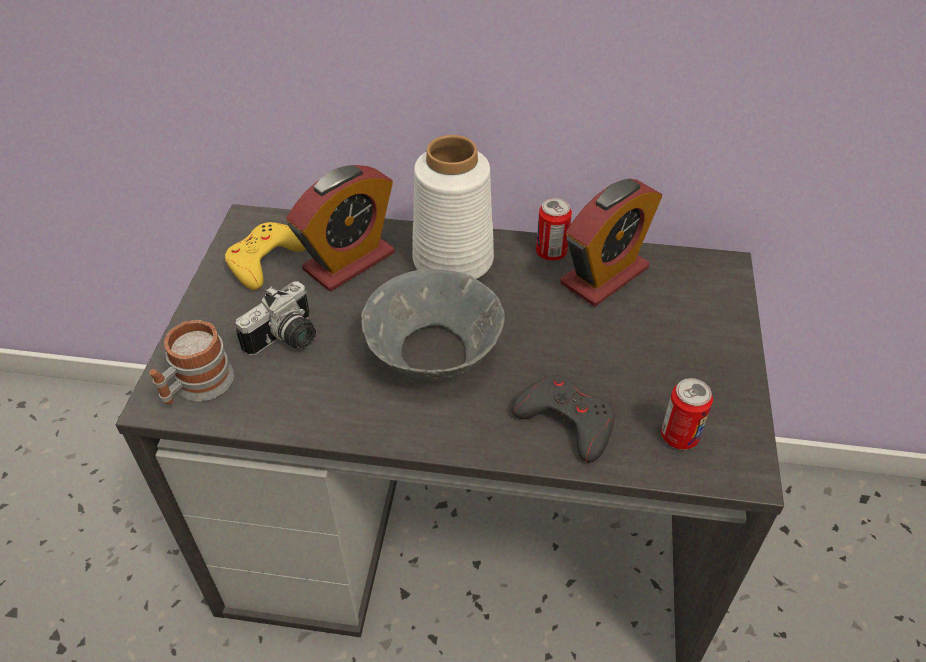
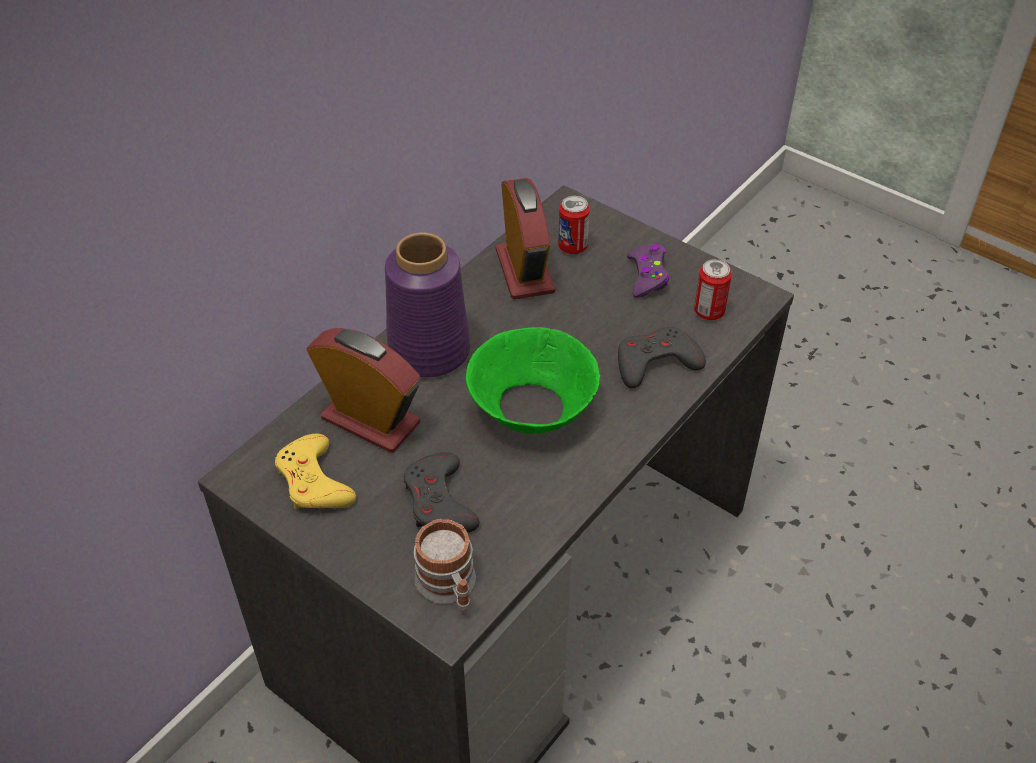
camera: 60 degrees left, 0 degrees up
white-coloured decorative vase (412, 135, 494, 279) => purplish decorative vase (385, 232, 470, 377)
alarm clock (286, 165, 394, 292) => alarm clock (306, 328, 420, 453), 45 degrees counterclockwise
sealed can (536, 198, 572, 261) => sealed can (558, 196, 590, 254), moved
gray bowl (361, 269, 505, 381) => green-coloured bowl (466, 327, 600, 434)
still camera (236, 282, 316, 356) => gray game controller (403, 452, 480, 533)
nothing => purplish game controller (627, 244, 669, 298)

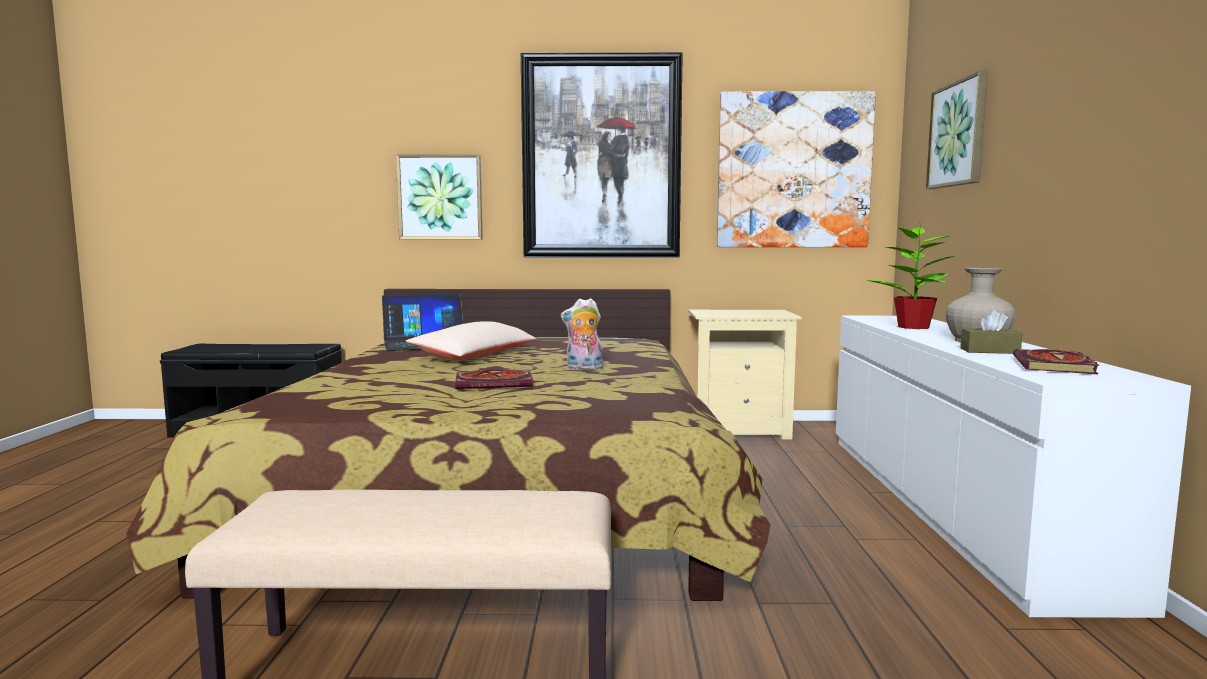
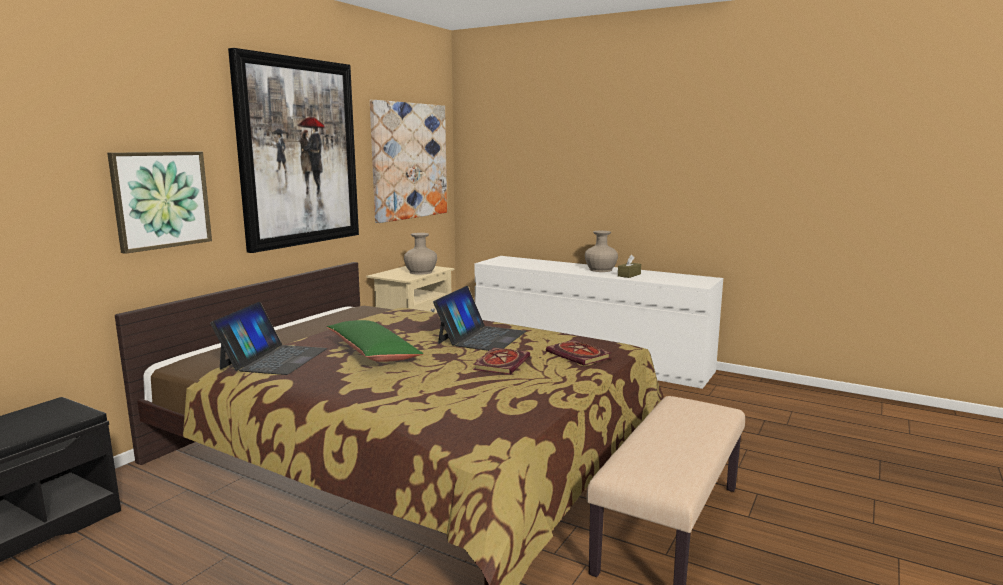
camera: 60 degrees left, 5 degrees up
picture (926, 70, 988, 189) => nothing
potted plant (866, 227, 955, 329) => nothing
soft toy (561, 298, 603, 370) => laptop (433, 286, 526, 351)
sand-coloured cushion (406, 321, 537, 360) => green-coloured cushion (327, 320, 423, 362)
bound book (1013, 349, 1099, 374) => bound book (546, 340, 611, 365), moved
nothing => sand-coloured decorative vase (404, 233, 437, 275)

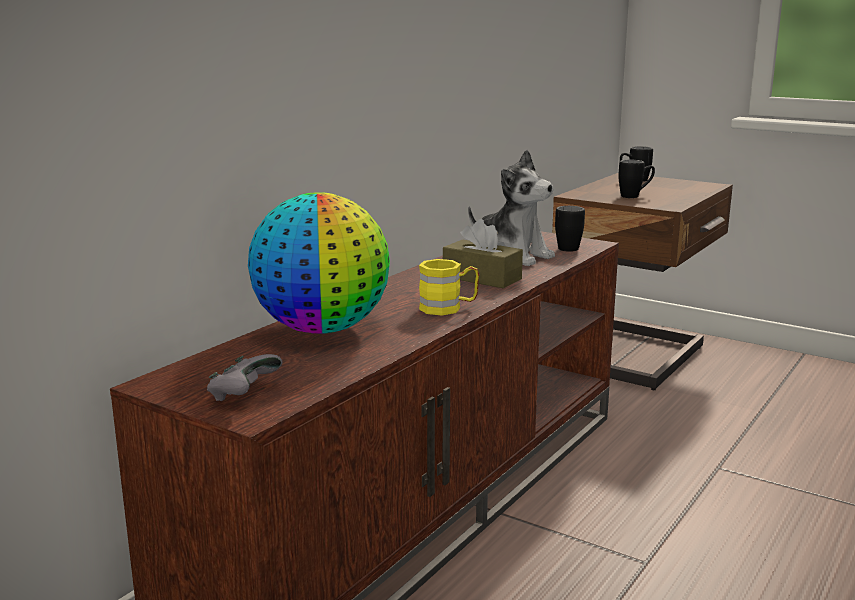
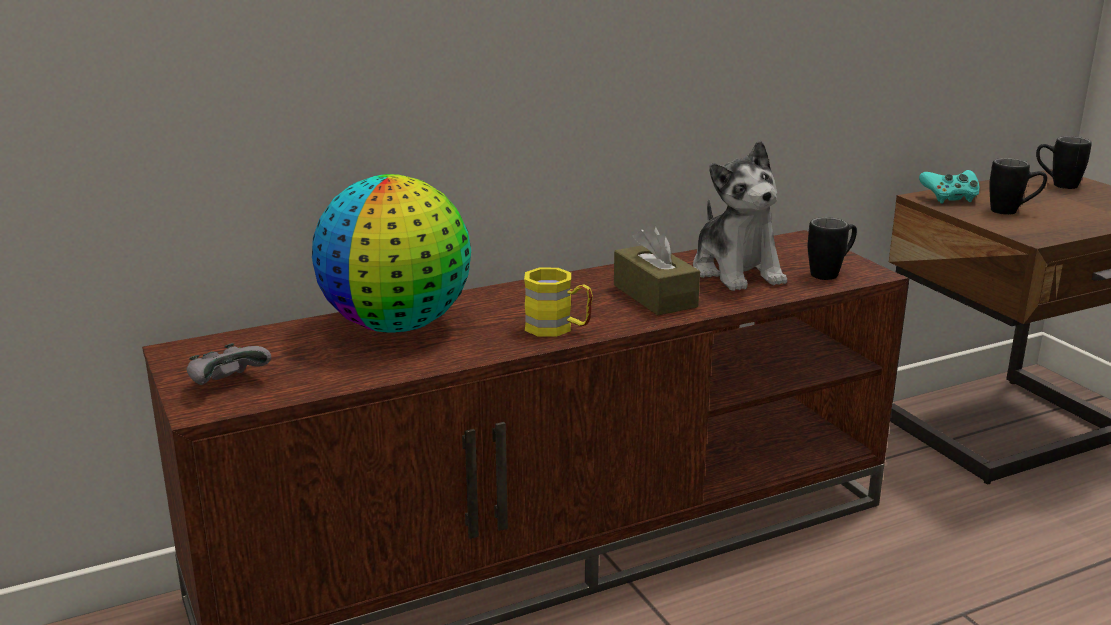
camera: 30 degrees right, 5 degrees up
nothing => turquoise-coloured game controller (919, 170, 980, 203)

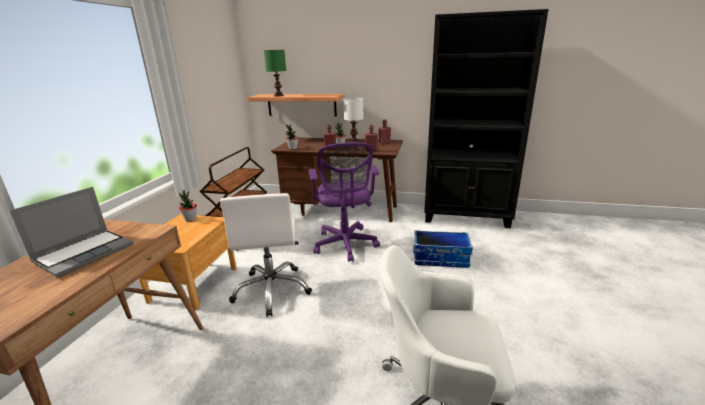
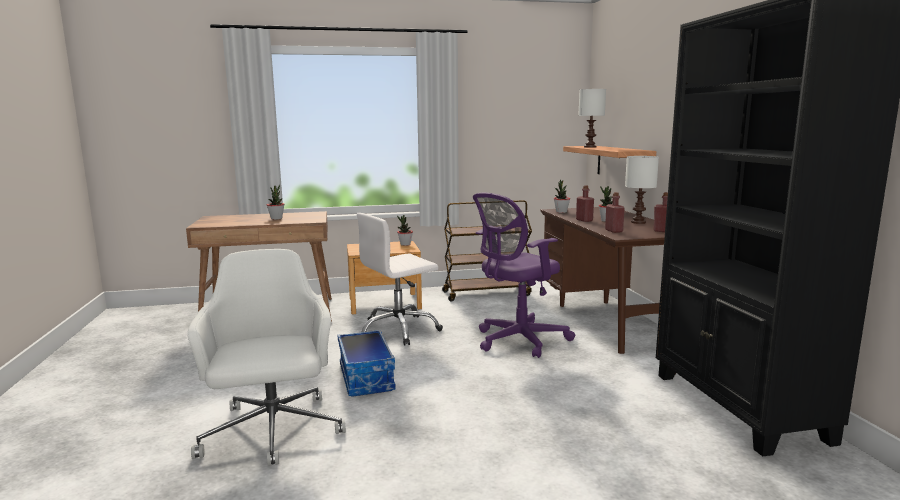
camera: 65 degrees right, 10 degrees down
green-coloured tabletop lamp (264, 50, 286, 97) => white-coloured tabletop lamp (578, 89, 606, 148)
laptop (9, 187, 133, 277) => potted plant (267, 185, 284, 220)
storage box (413, 230, 473, 268) => storage box (338, 330, 396, 397), moved

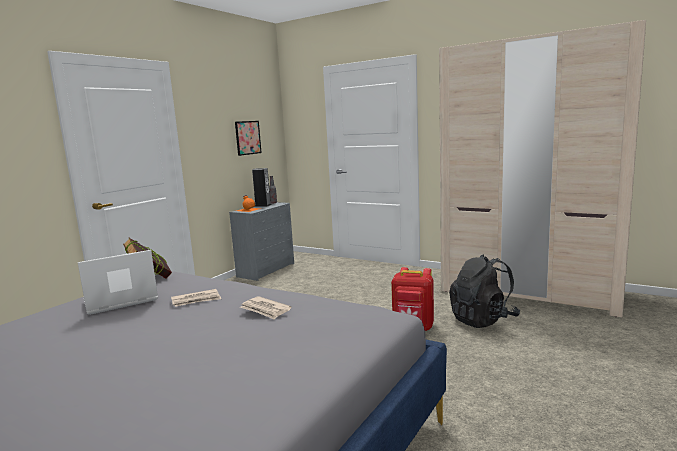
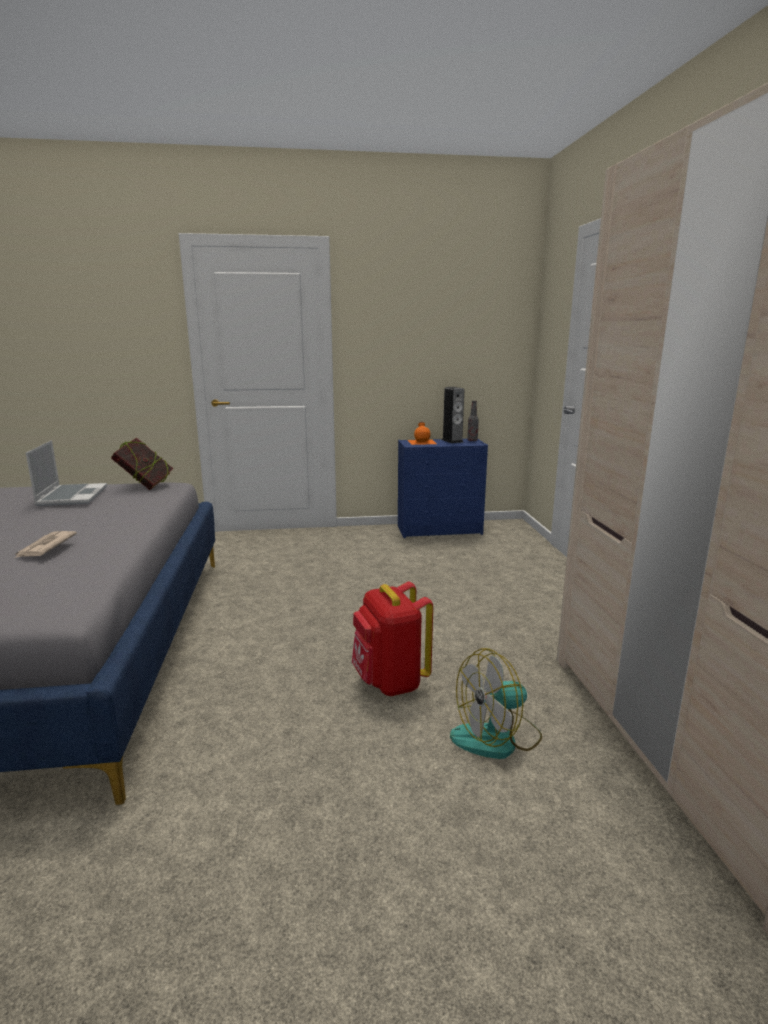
camera: 50 degrees right, 5 degrees up
picture (235, 121, 262, 156) => nothing
gray dresser (229, 202, 294, 281) => blue dresser (398, 439, 488, 538)
laptop (78, 250, 158, 315) => laptop (26, 440, 107, 506), 60 degrees clockwise
black-coloured rucksack (449, 255, 520, 328) => cooling fan (450, 648, 542, 759)
printed paper (171, 289, 221, 307) => nothing

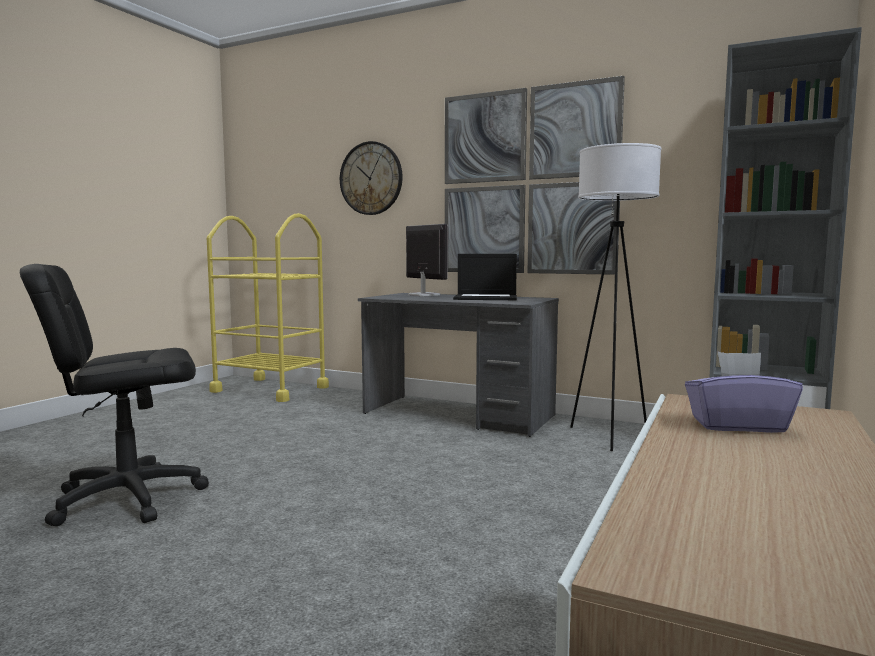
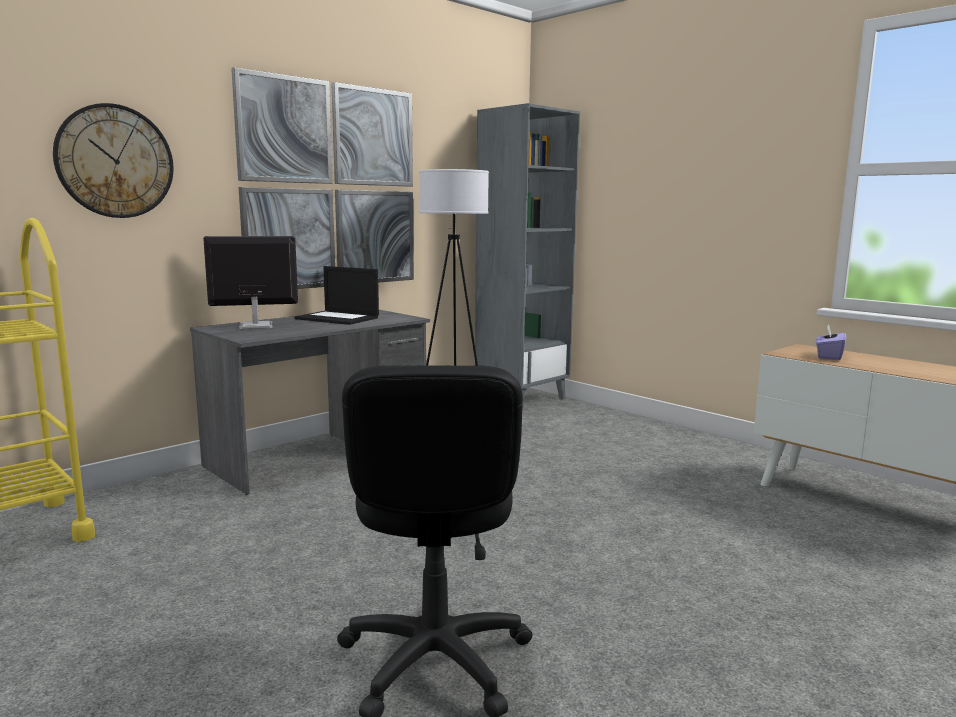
camera: 70 degrees left, 5 degrees up
laptop (453, 254, 517, 300) => laptop (295, 266, 379, 325), 90 degrees clockwise

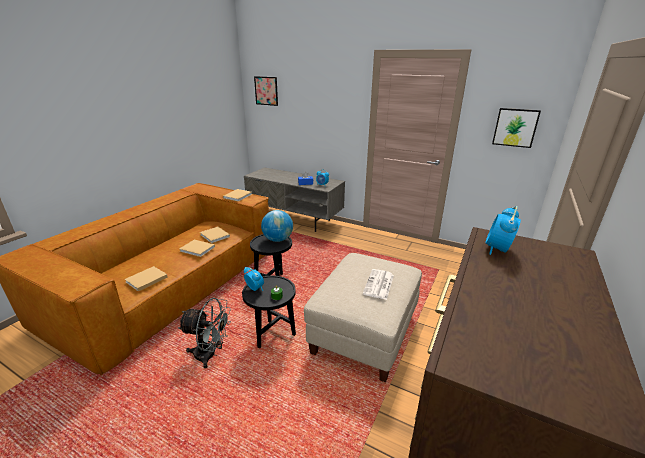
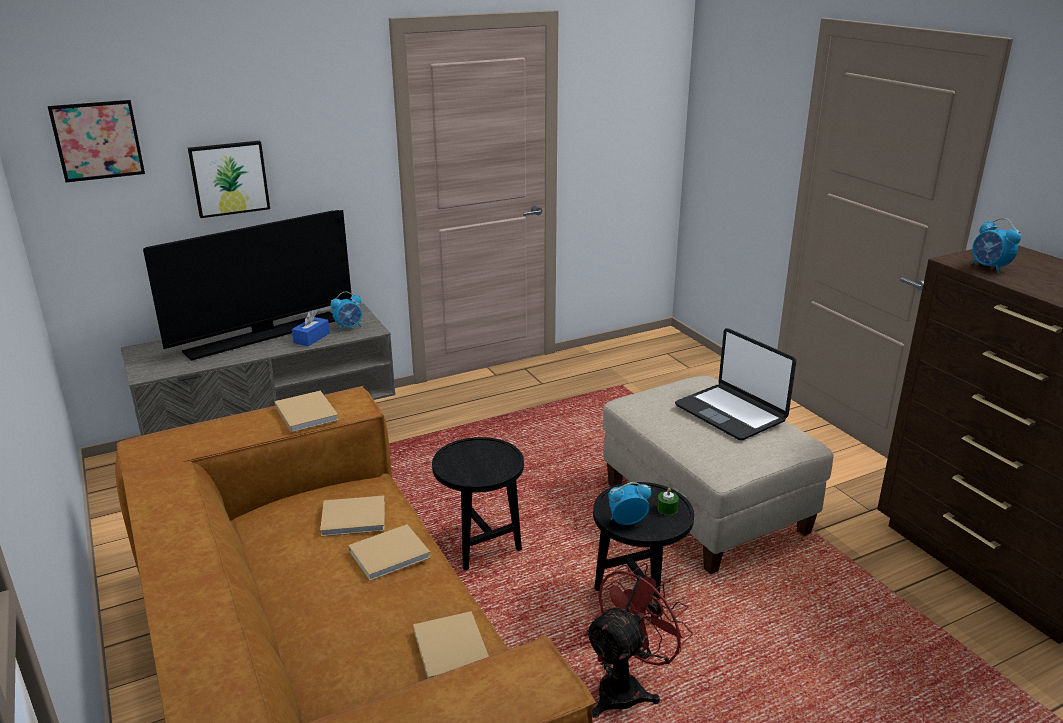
camera: 55 degrees left, 0 degrees up
picture (492, 108, 541, 148) => picture (188, 141, 270, 218), moved
globe (261, 210, 293, 242) => nothing
printed paper (363, 269, 394, 300) => laptop (675, 328, 796, 440)
gray cooling fan (178, 298, 231, 368) => red-coloured cooling fan (584, 563, 693, 718)
nothing => TV (143, 210, 352, 361)

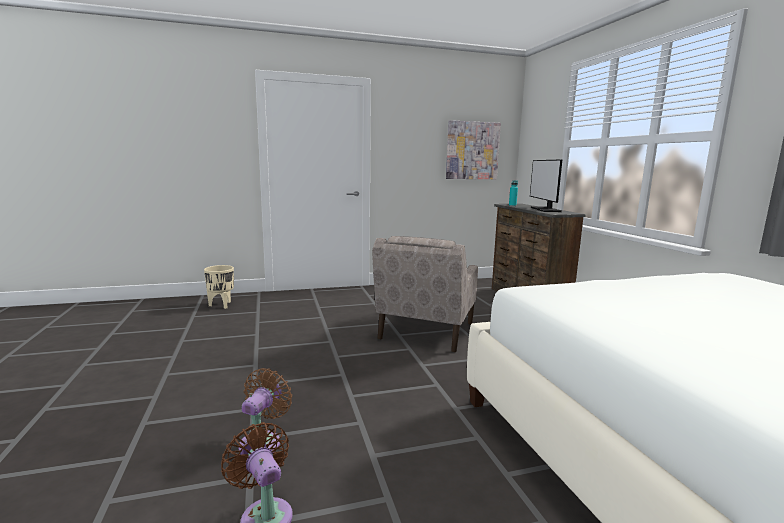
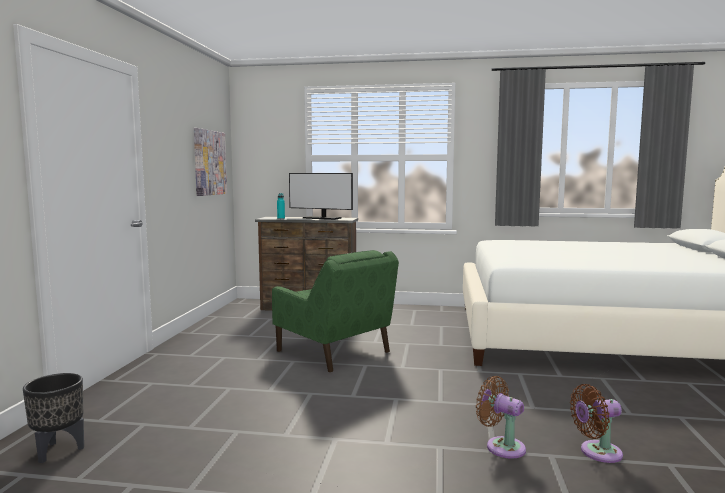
camera: 65 degrees left, 5 degrees down
sand-coloured easy chair (372, 236, 478, 352) => green-coloured easy chair (272, 250, 399, 372)
sand-coloured planter (204, 265, 234, 309) => black-coloured planter (23, 373, 84, 463)

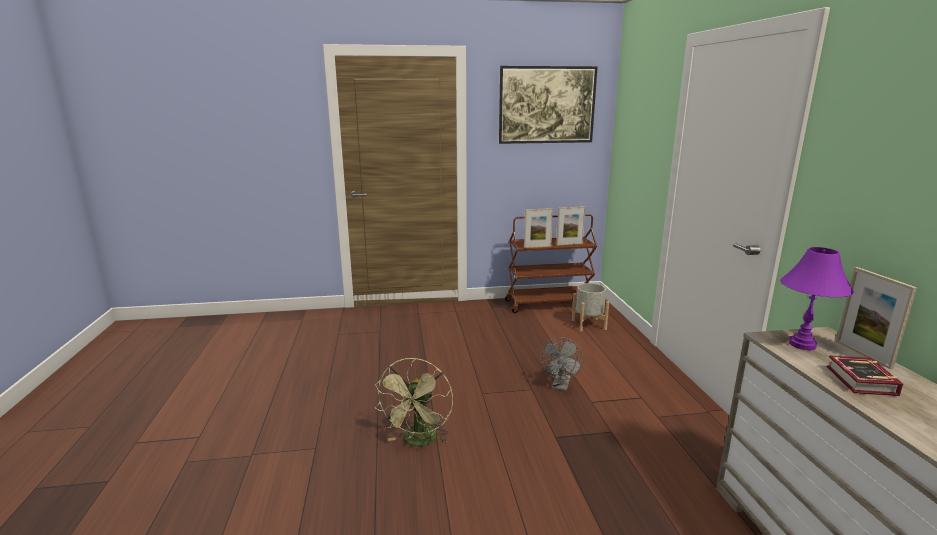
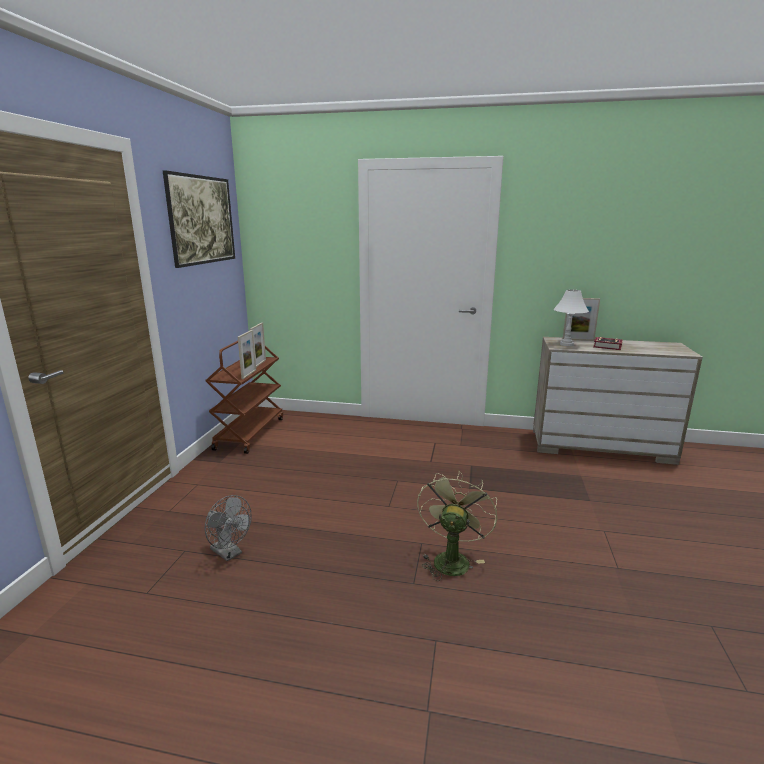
camera: 70 degrees left, 0 degrees up
purplish tabletop lamp (780, 247, 854, 350) => white-coloured tabletop lamp (554, 290, 589, 346)
gray planter (572, 283, 609, 332) => nothing
gray cooling fan (540, 337, 584, 391) => gray cooling fan (205, 495, 252, 561), moved
green-coloured cooling fan (374, 358, 453, 446) => green-coloured cooling fan (417, 471, 498, 581), 105 degrees counterclockwise

